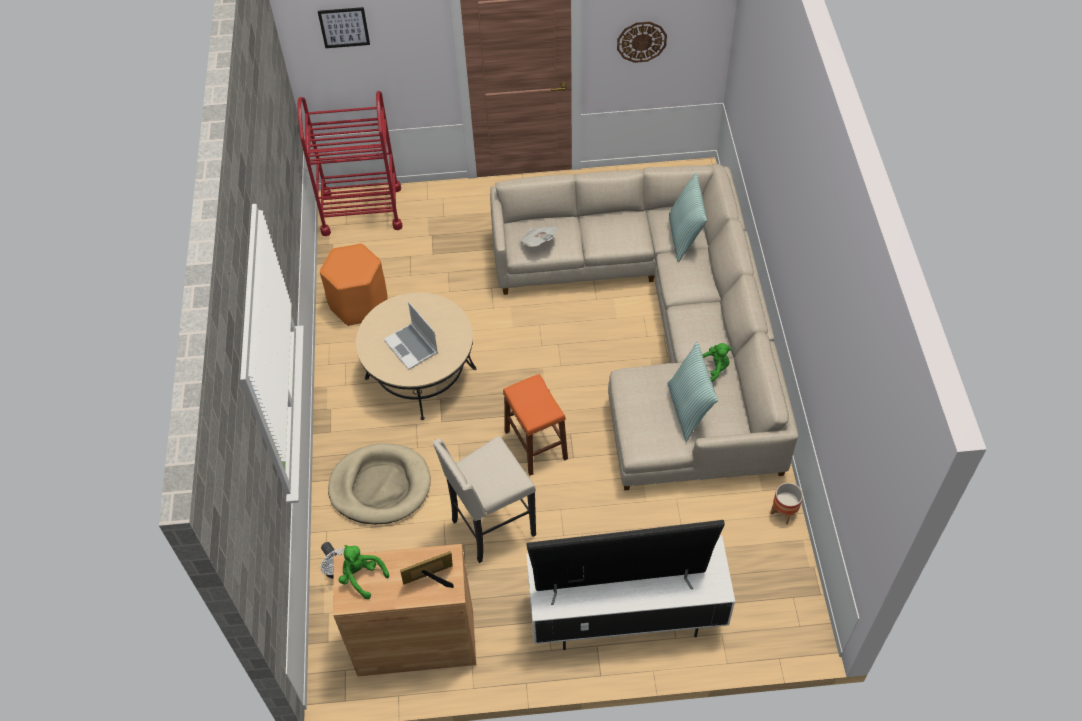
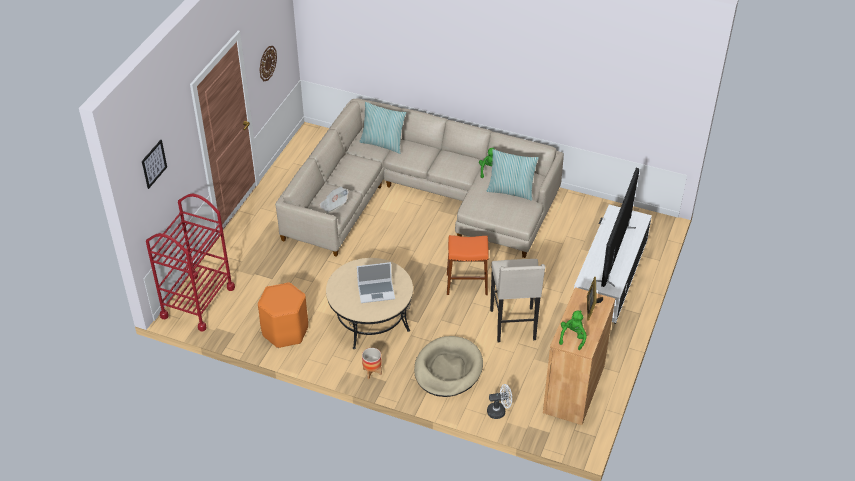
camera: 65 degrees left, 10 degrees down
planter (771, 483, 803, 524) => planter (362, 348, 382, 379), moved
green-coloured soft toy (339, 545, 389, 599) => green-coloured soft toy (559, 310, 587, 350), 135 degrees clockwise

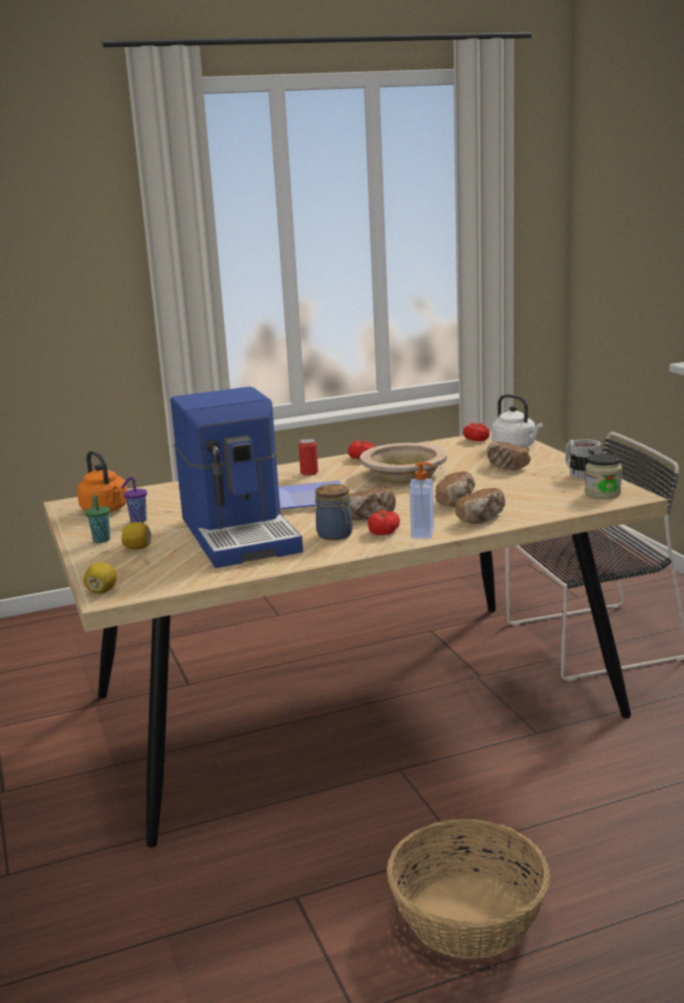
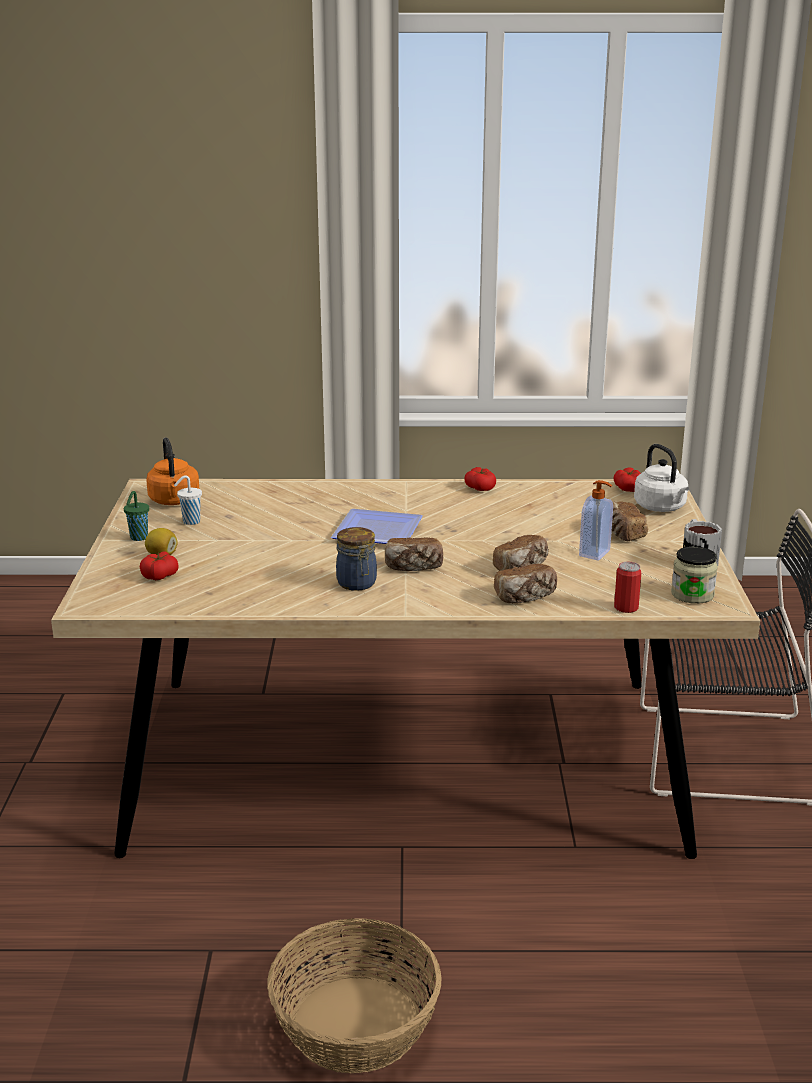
camera: 20 degrees right, 5 degrees up
coffee maker (170, 387, 303, 568) => nothing
sealed can (299, 439, 318, 476) => sealed can (614, 562, 641, 613), moved
sand-coloured bowl (360, 443, 447, 483) => nothing
soap dispenser (410, 462, 434, 539) => soap dispenser (579, 480, 613, 561), moved
purplish small cup (121, 477, 147, 523) => white-coloured small cup (174, 475, 202, 525)
whole tomato (368, 509, 400, 535) => whole tomato (140, 551, 179, 580), moved
citrus fruit (84, 562, 117, 594) => nothing

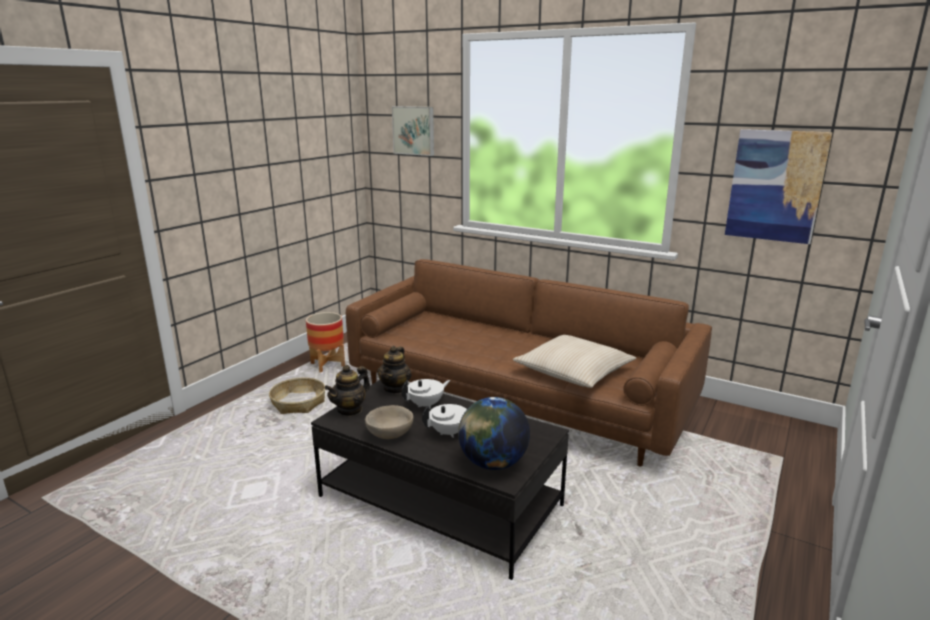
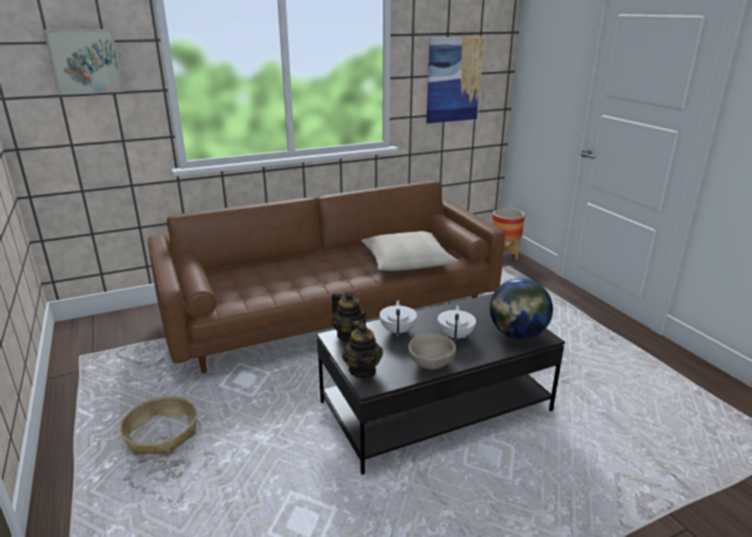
camera: 55 degrees left, 5 degrees up
planter (306, 312, 345, 373) => planter (492, 208, 525, 260), moved

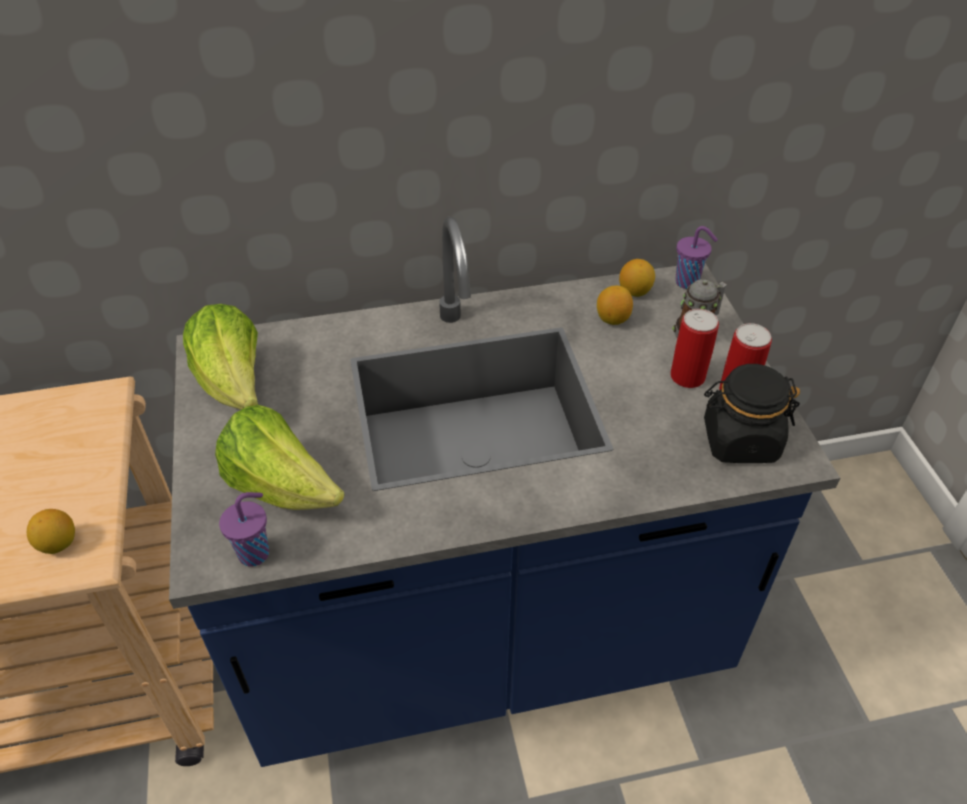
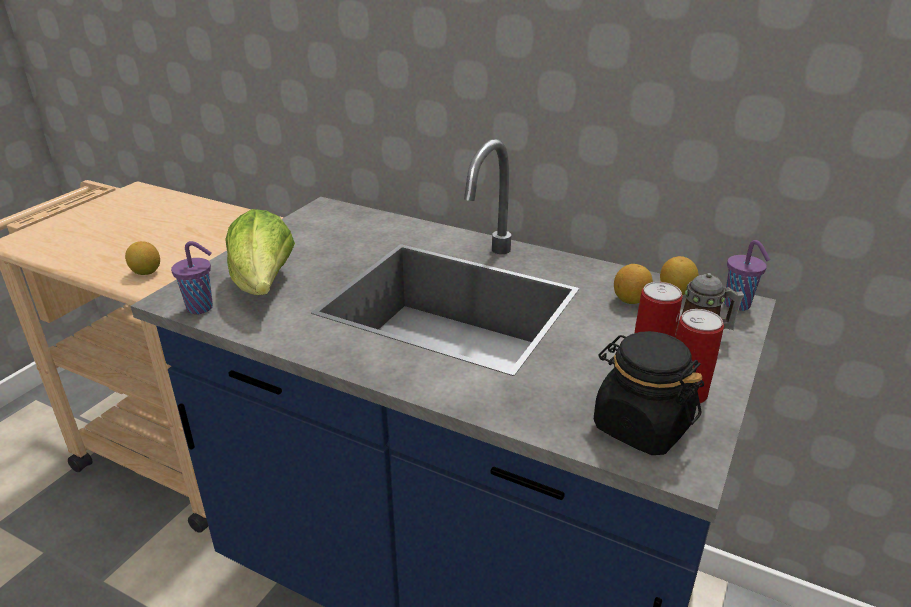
camera: 40 degrees right, 15 degrees down
lettuce (183, 304, 258, 410) => nothing

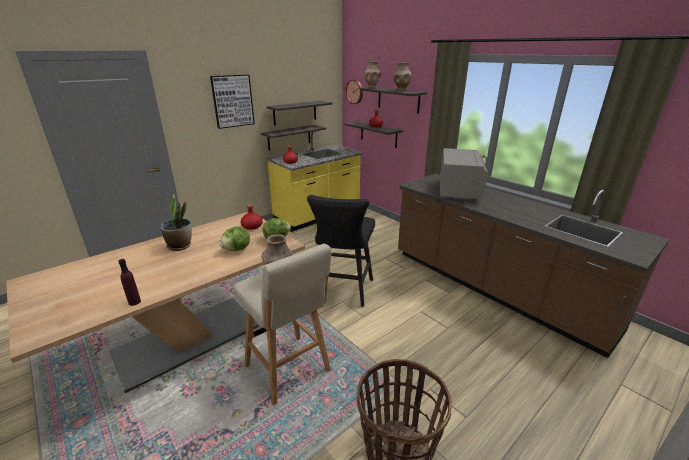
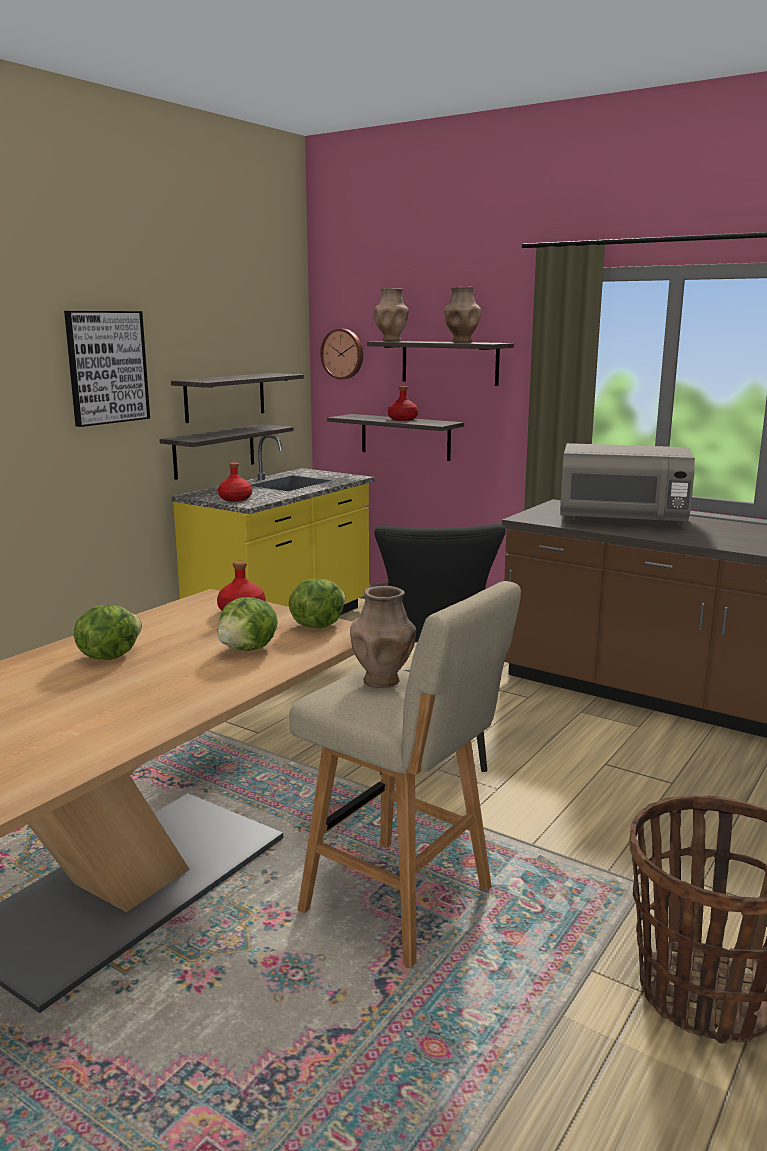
camera: 15 degrees left, 10 degrees down
gray kitchen microwave (440, 148, 488, 200) => gray kitchen microwave (560, 443, 695, 525), 105 degrees clockwise
potted plant (160, 194, 192, 251) => lettuce (74, 605, 142, 660)
purplish drink bottle (119, 259, 141, 306) => nothing

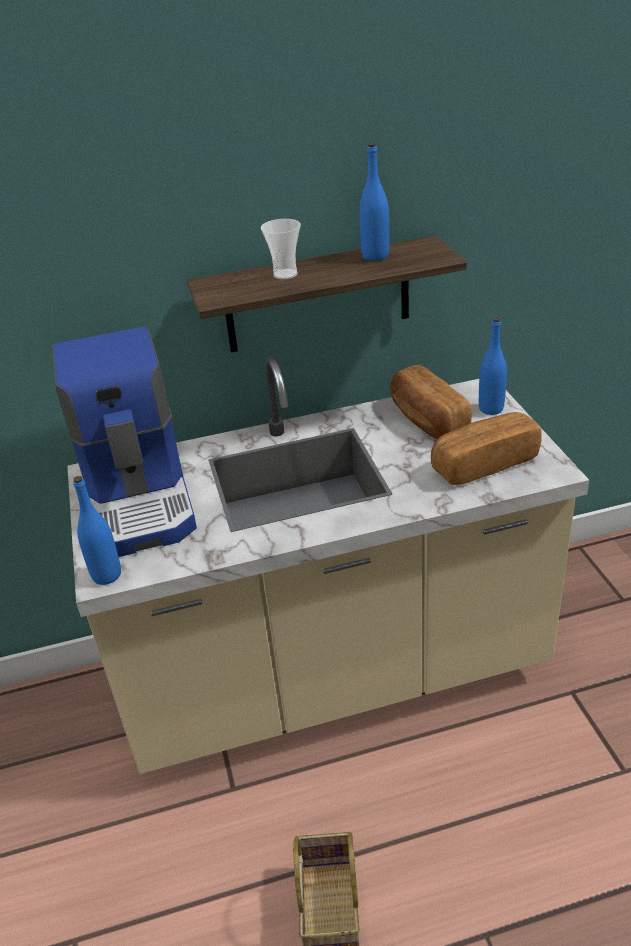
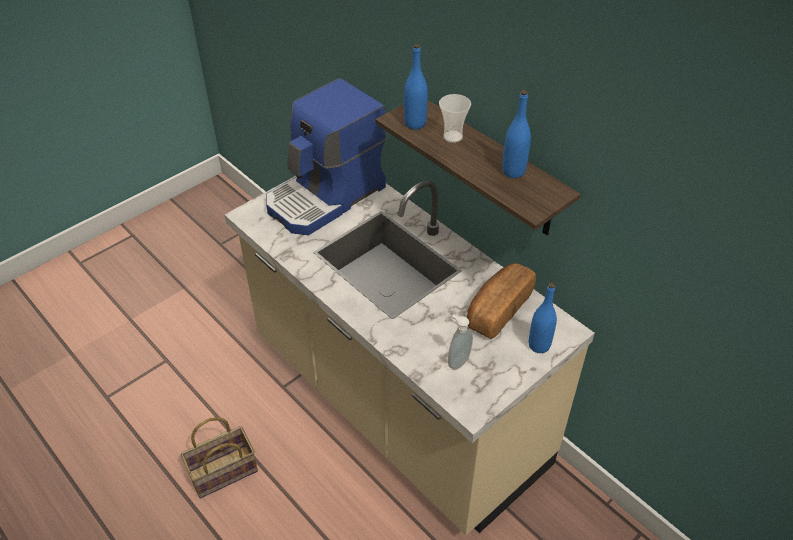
camera: 60 degrees right, 10 degrees up
baked bread (431, 412, 542, 485) => soap dispenser (448, 315, 473, 370)
blue drink bottle (73, 476, 121, 585) => blue drink bottle (404, 44, 428, 129), moved

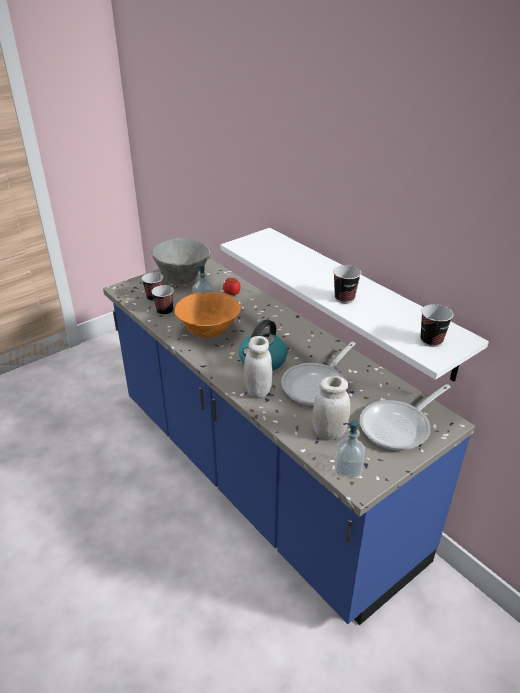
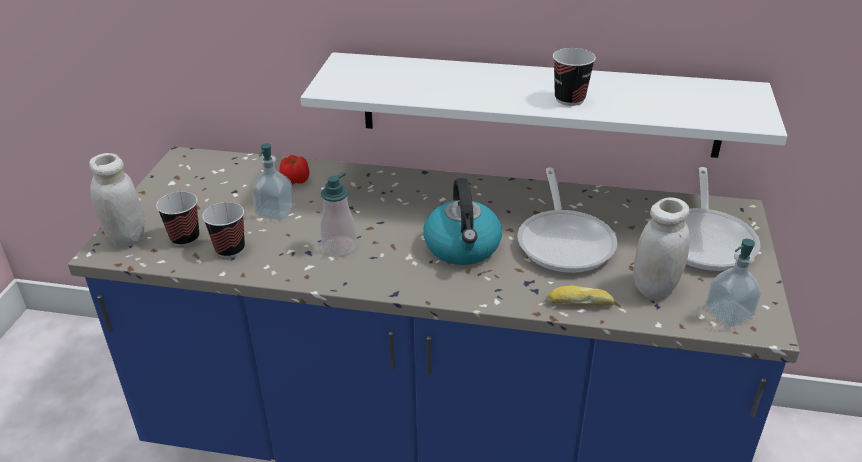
camera: 40 degrees left, 0 degrees up
gray bowl (151, 238, 210, 284) => nothing
orangey bowl (174, 292, 241, 338) => soap dispenser (321, 172, 357, 257)
small cup (420, 304, 453, 347) => nothing
white-coloured storage jar (244, 336, 272, 398) => white-coloured storage jar (89, 153, 145, 247), moved
nothing => baked bread (547, 285, 615, 305)

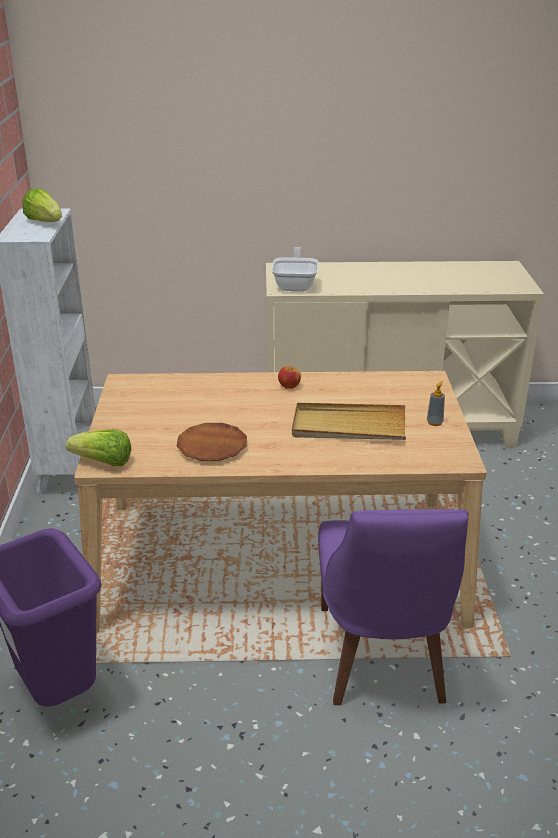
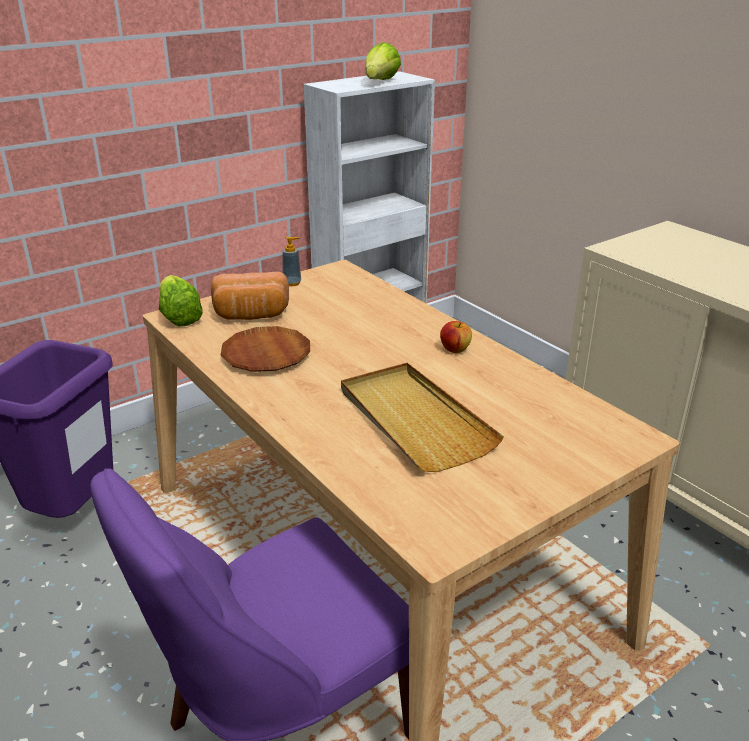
camera: 55 degrees right, 0 degrees up
skillet (272, 247, 318, 291) => nothing
soap dispenser (427, 381, 445, 426) => soap dispenser (282, 237, 301, 286), moved
nothing => baked bread (211, 272, 289, 320)

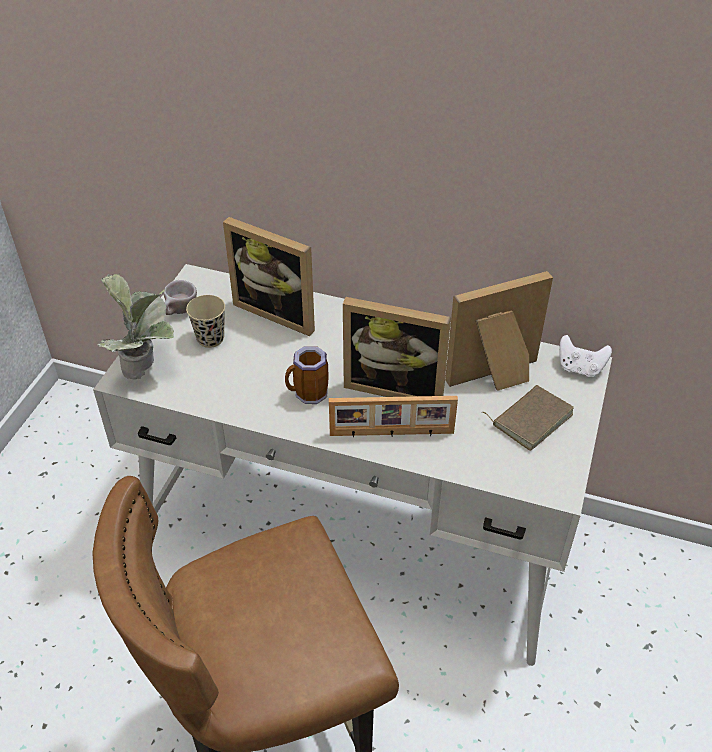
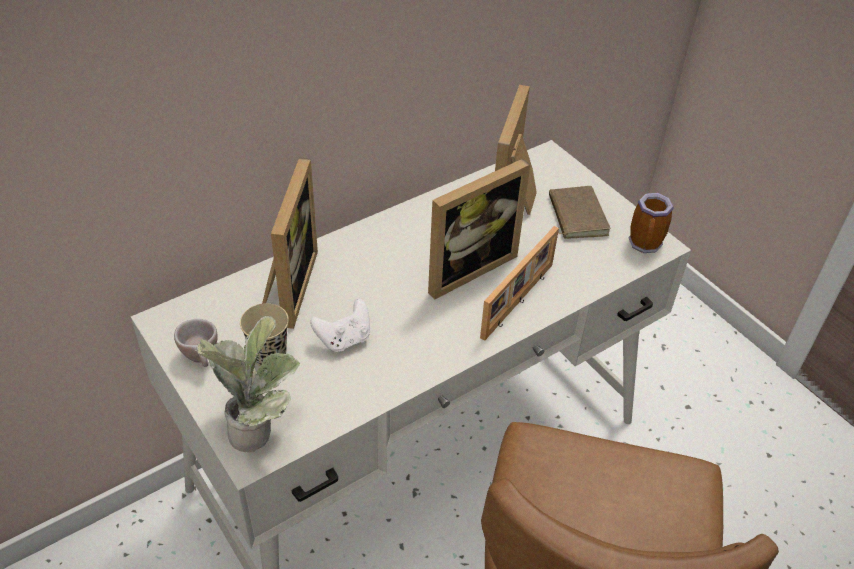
camera: 55 degrees left, 0 degrees up
photo frame (223, 217, 315, 336) => photo frame (262, 158, 318, 329), 60 degrees counterclockwise
white-coloured game controller (559, 335, 612, 377) => white-coloured game controller (310, 299, 370, 352), moved
tea mug (285, 346, 329, 404) => tea mug (628, 193, 674, 253), moved

